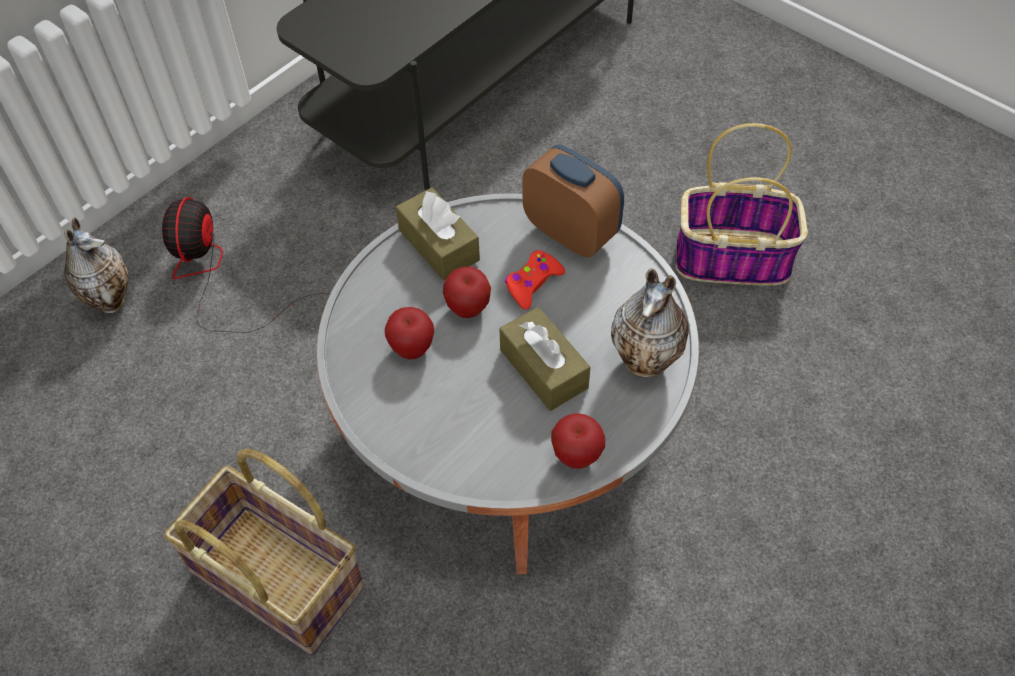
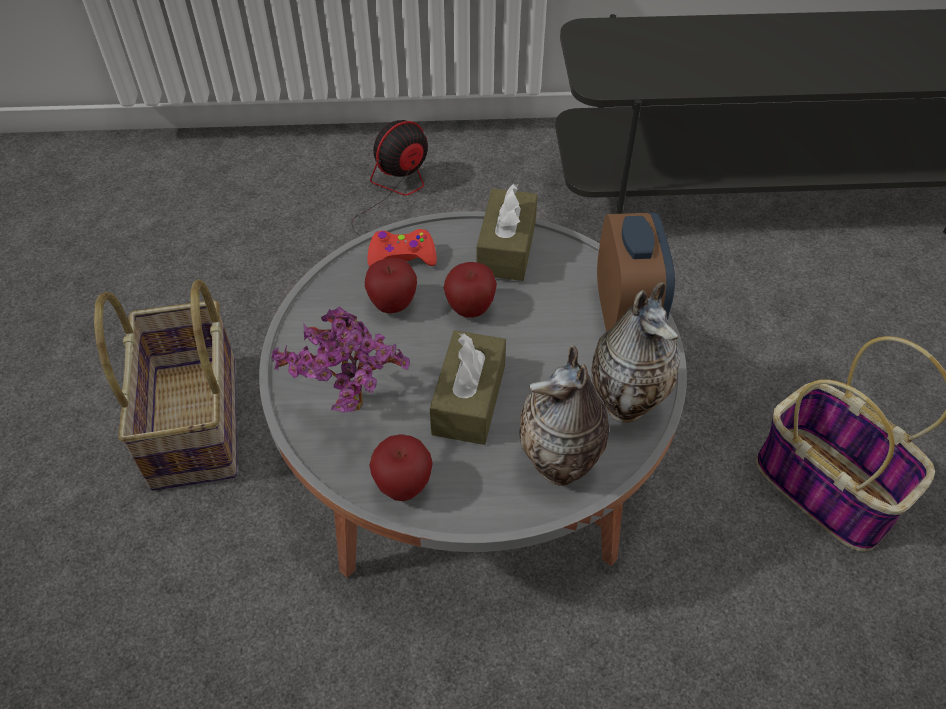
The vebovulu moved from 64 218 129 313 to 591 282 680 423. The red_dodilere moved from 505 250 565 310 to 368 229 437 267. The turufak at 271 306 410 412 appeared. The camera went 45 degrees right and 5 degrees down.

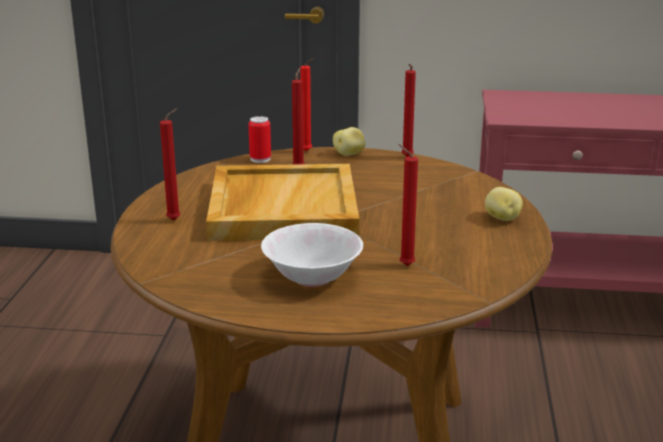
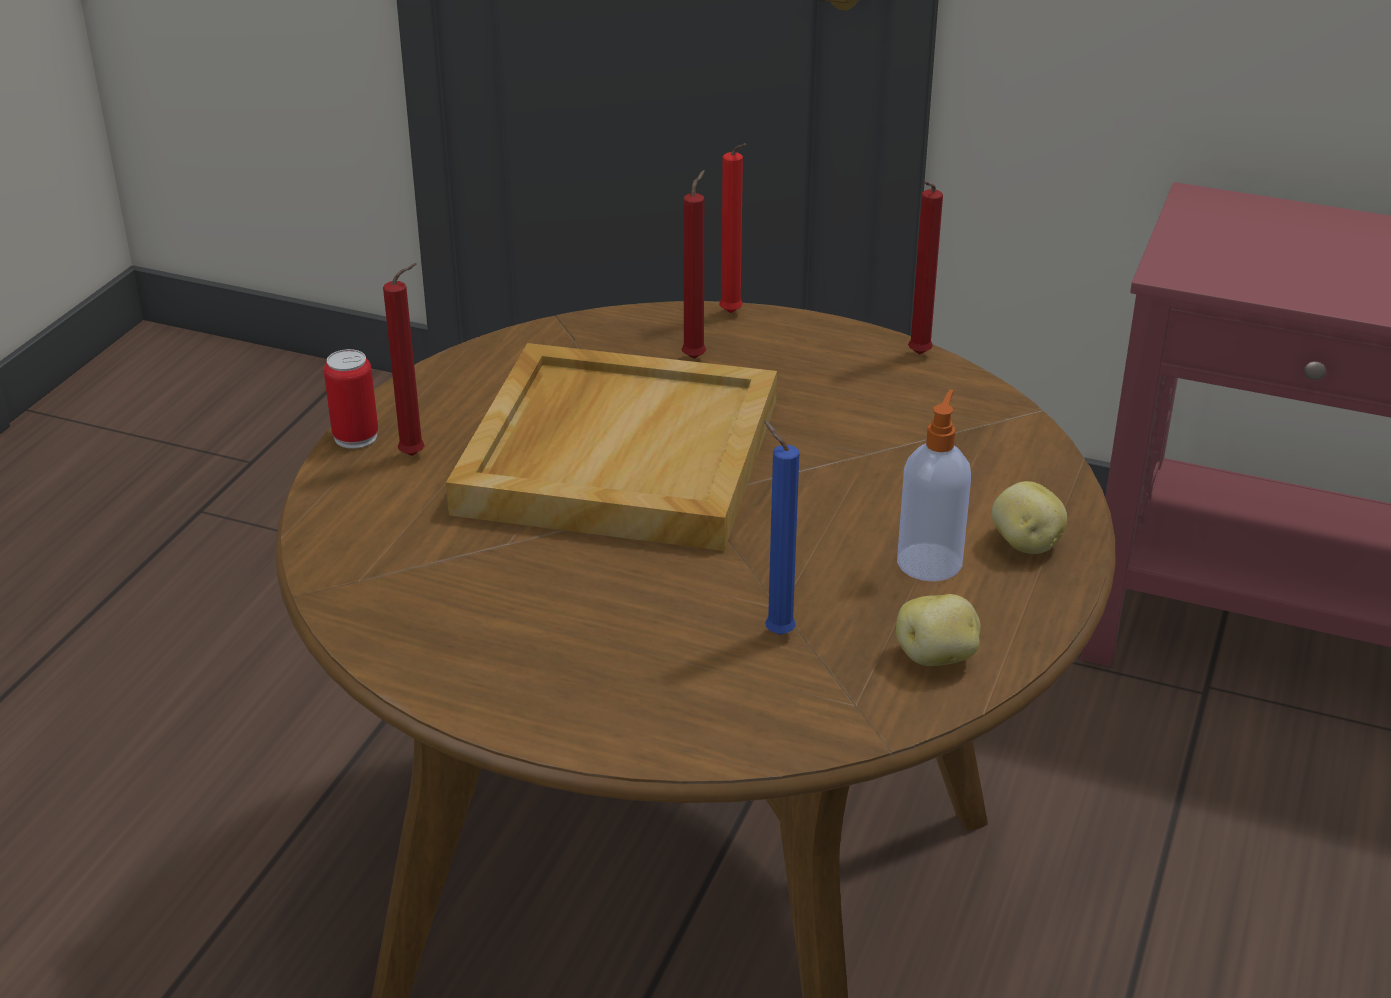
The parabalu moved from 248 116 271 163 to 324 349 378 449. The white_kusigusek at 261 223 363 287 disappeared. The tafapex moved from 333 127 366 156 to 896 594 981 666. The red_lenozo at 398 144 418 266 became the blue_lenozo at 764 420 799 635. The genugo at 897 389 971 582 appeared. The camera went 15 degrees right and 10 degrees up.

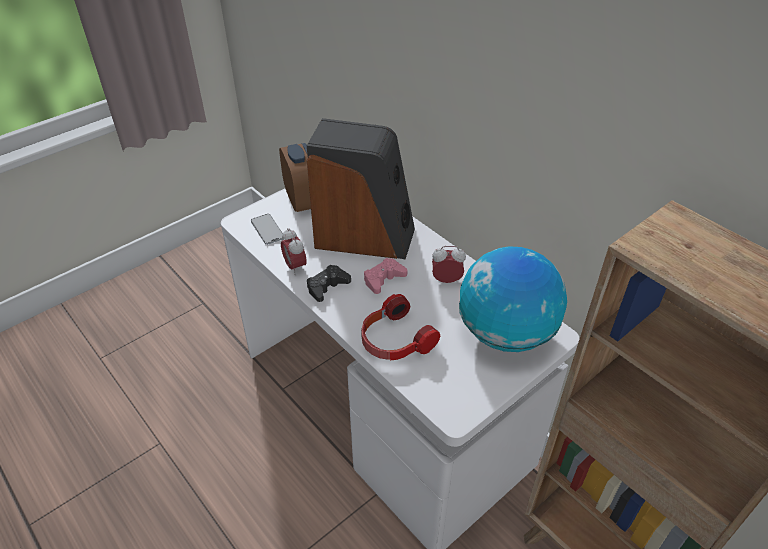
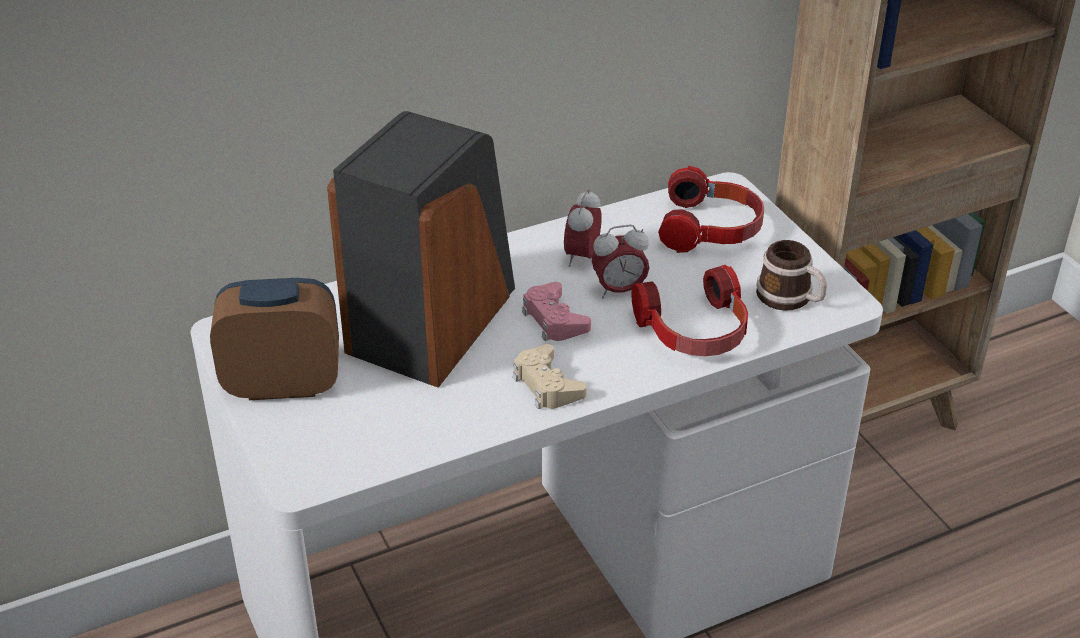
The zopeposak at 251 214 283 245 disappeared. The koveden moved from 281 228 307 275 to 592 225 649 299. The black_dodilere at 307 265 351 302 became the beige_dodilere at 513 344 587 409. The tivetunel at 459 246 567 352 was replaced by the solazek at 658 166 764 253. The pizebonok at 756 240 827 311 appeared. The camera went 75 degrees left and 5 degrees down.

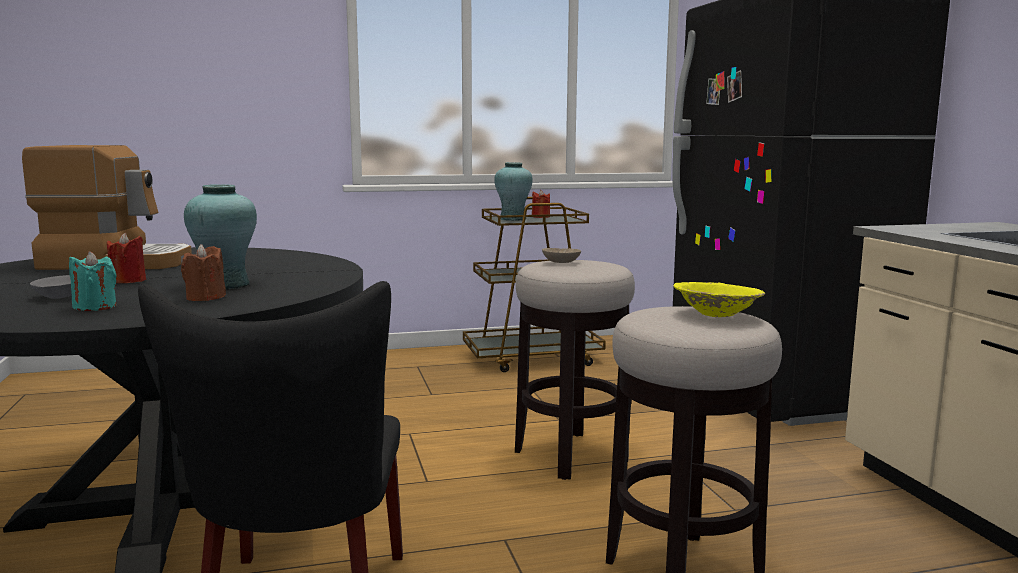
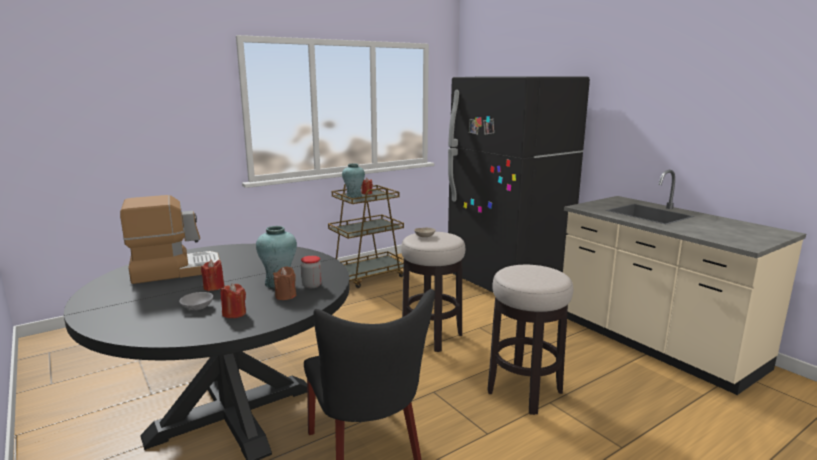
The turquoise_lenozo at 69 251 117 311 became the red_lenozo at 221 283 246 318. The yellow_kusigusek at 674 282 765 317 disappeared. The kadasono at 301 256 322 288 appeared. The camera went 20 degrees left and 5 degrees up.

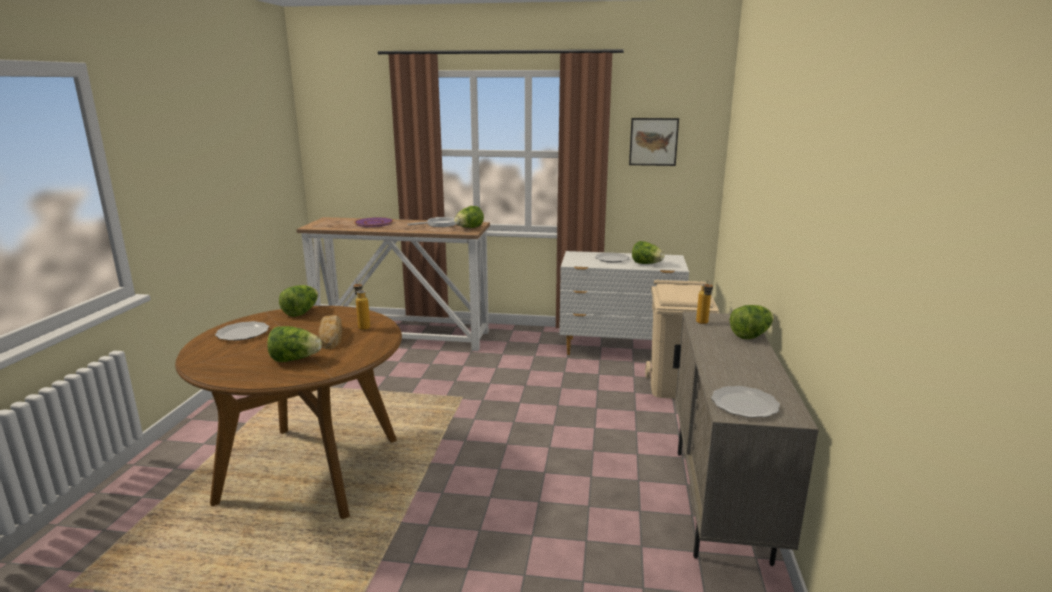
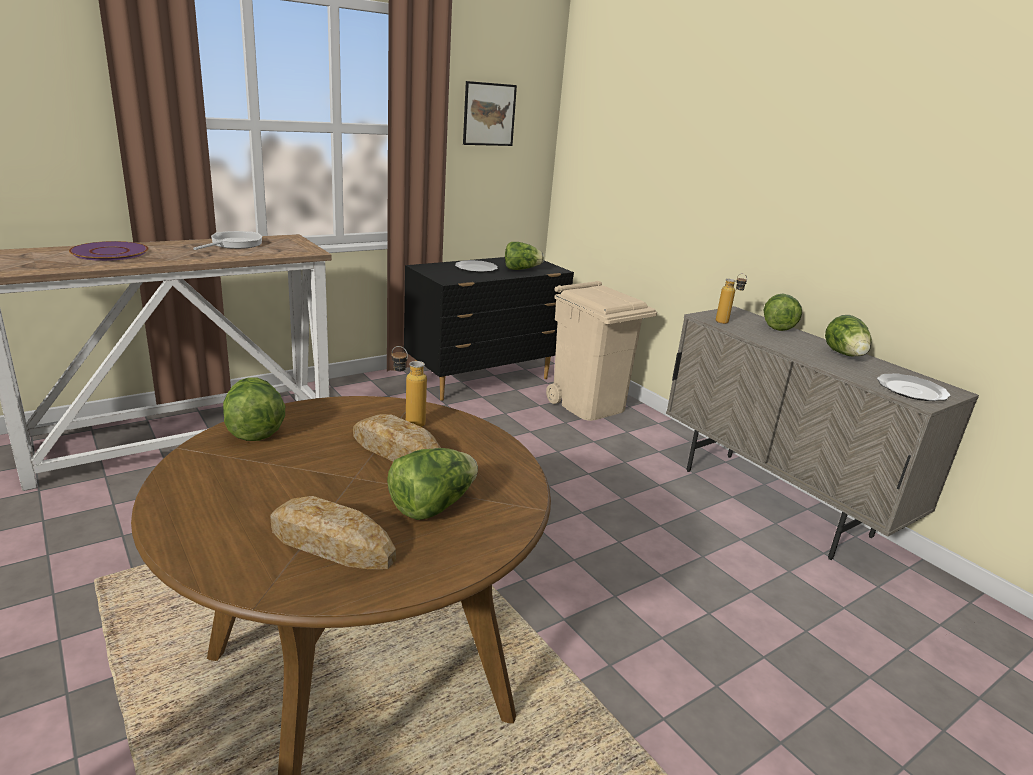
The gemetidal at 215 321 269 341 disappeared. The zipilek moved from 454 206 484 228 to 825 315 872 356. The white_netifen at 559 251 689 355 became the black_netifen at 404 257 574 401. The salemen at 270 496 396 569 appeared. The camera went 45 degrees left and 5 degrees up.

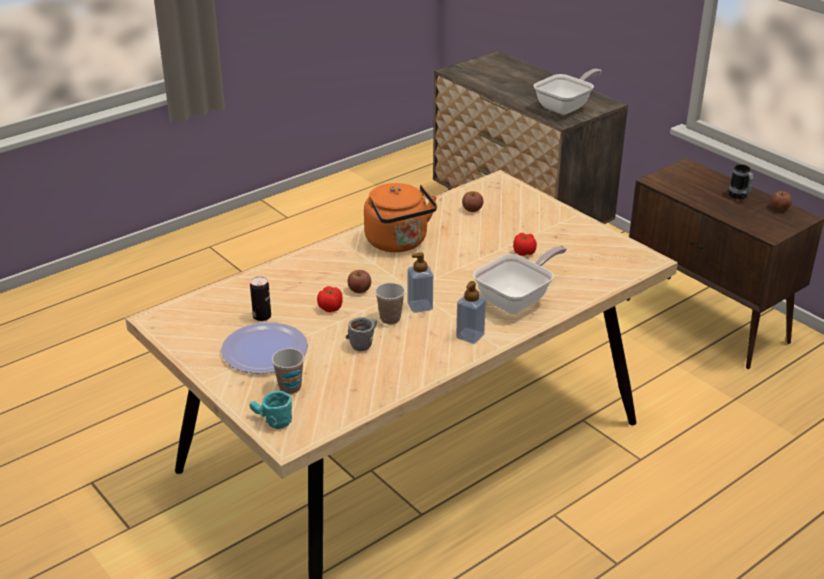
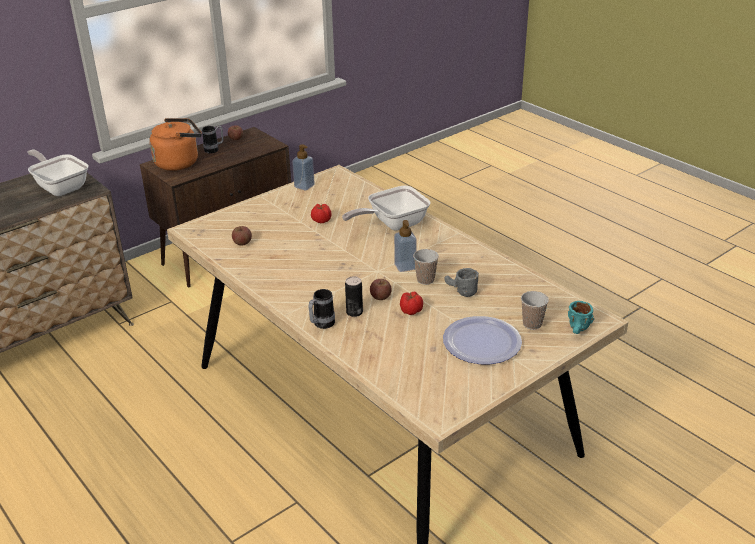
The parabalu moved from 250 276 271 321 to 345 276 363 317. The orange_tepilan moved from 364 183 437 252 to 149 118 202 171. The genugo moved from 456 281 486 344 to 292 144 315 190. The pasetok at 473 246 567 314 turned 75 degrees counterclockwise. The pizebonok at 308 289 335 329 appeared. The camera went 90 degrees left and 0 degrees up.

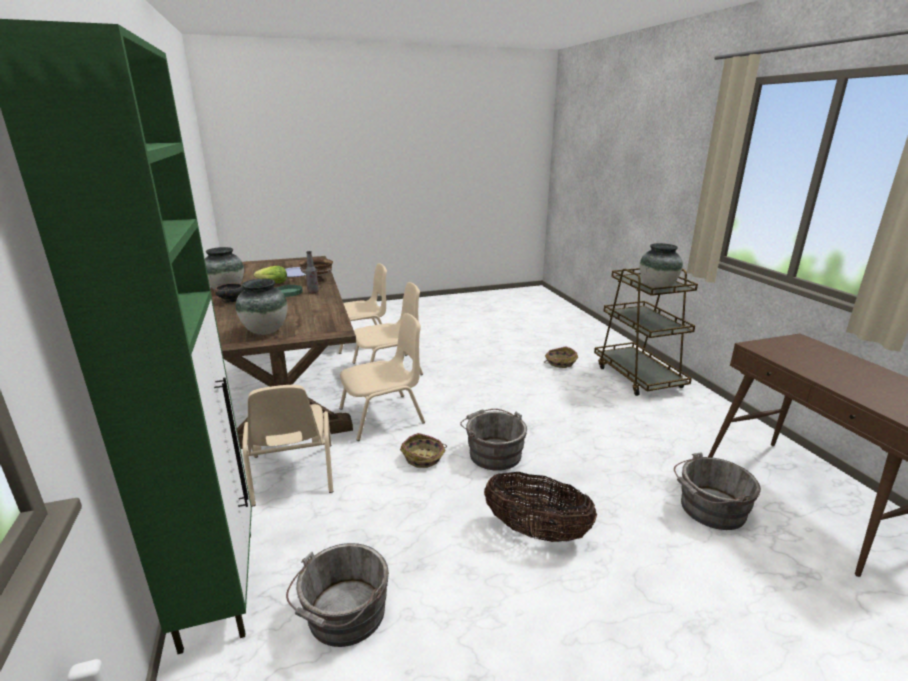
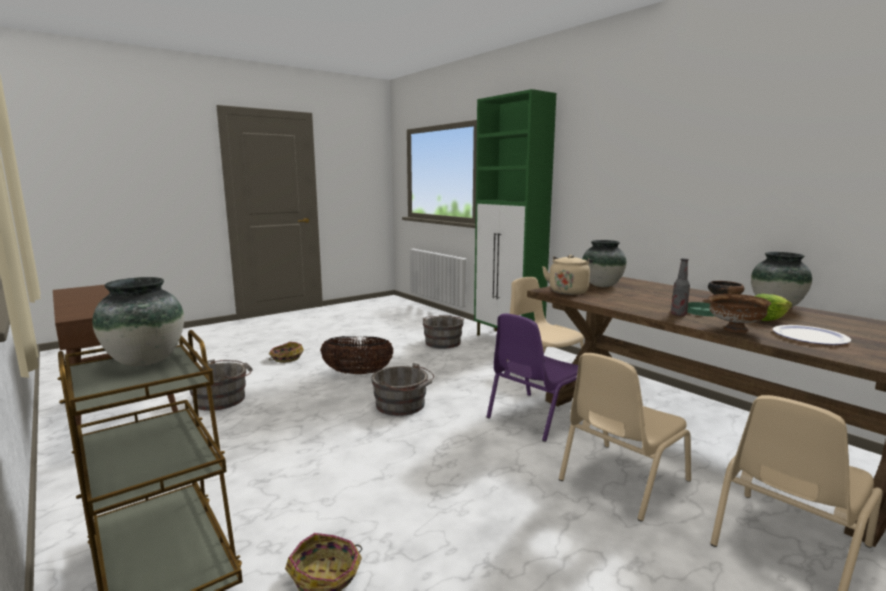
The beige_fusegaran at 339 313 425 441 became the purple_fusegaran at 487 313 578 442. The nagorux moved from 400 433 447 468 to 269 342 304 363. The beige_tepilan at 542 255 593 295 appeared. The camera went 160 degrees right and 10 degrees down.

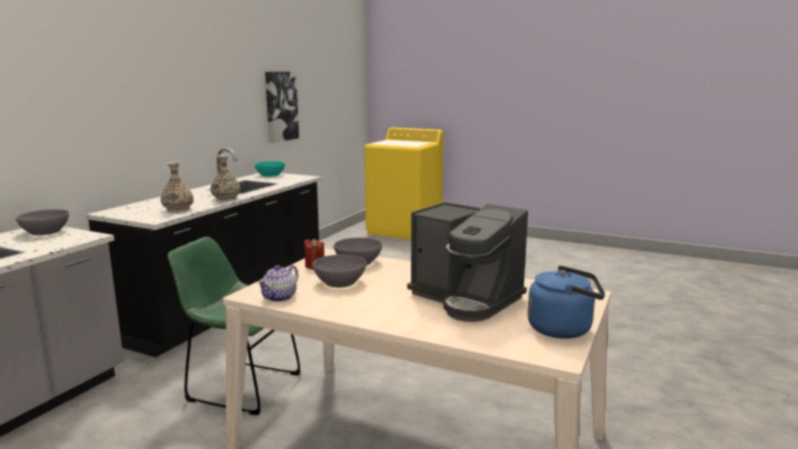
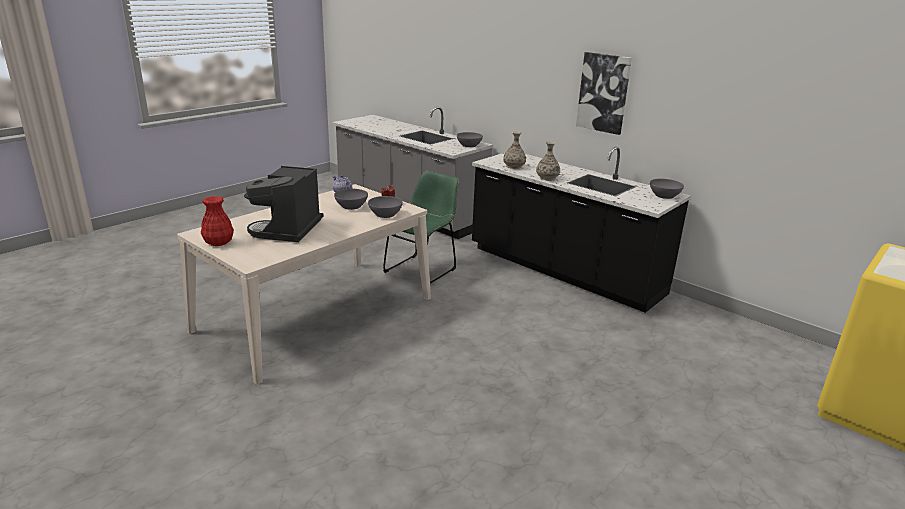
The turquoise_kusigusek at 254 161 285 177 became the grey_kusigusek at 650 179 684 199. The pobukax moved from 265 72 299 143 to 576 52 632 135. The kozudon at 407 202 528 322 turned 45 degrees counterclockwise. The blue_tepilan at 528 266 605 339 was replaced by the red_vebovulu at 201 196 234 246. The camera went 105 degrees right and 10 degrees up.

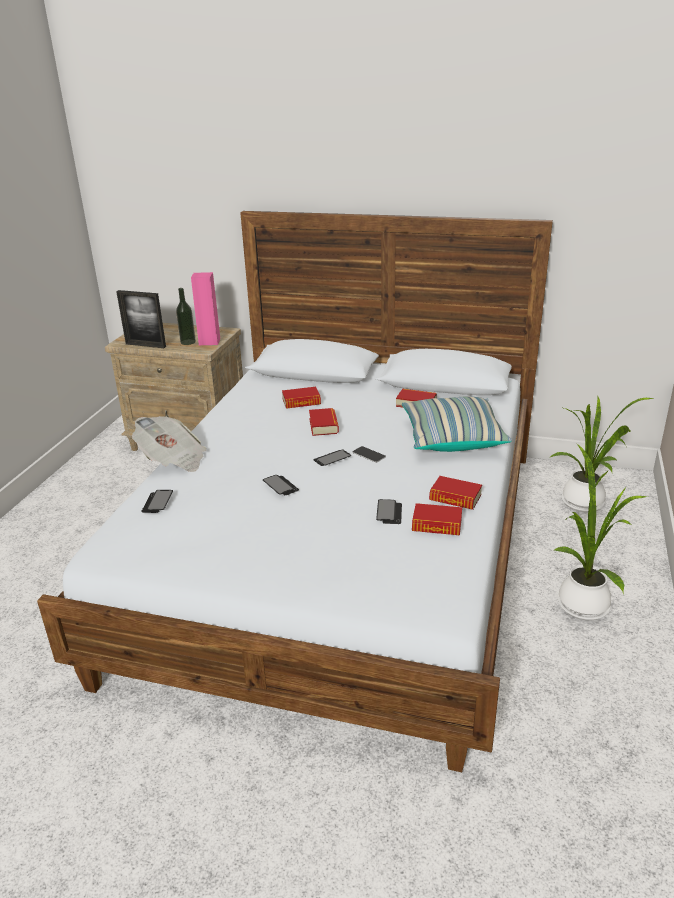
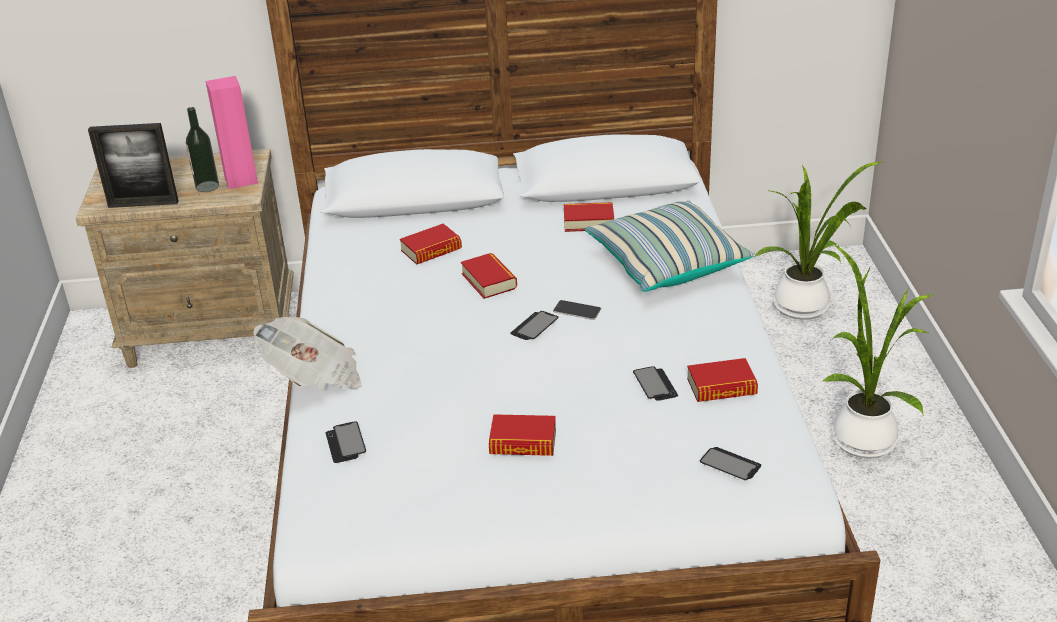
The zopeposak moved from 263 475 299 495 to 700 447 761 480. The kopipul moved from 429 476 482 510 to 489 414 556 456. The camera went 20 degrees left and 5 degrees up.

